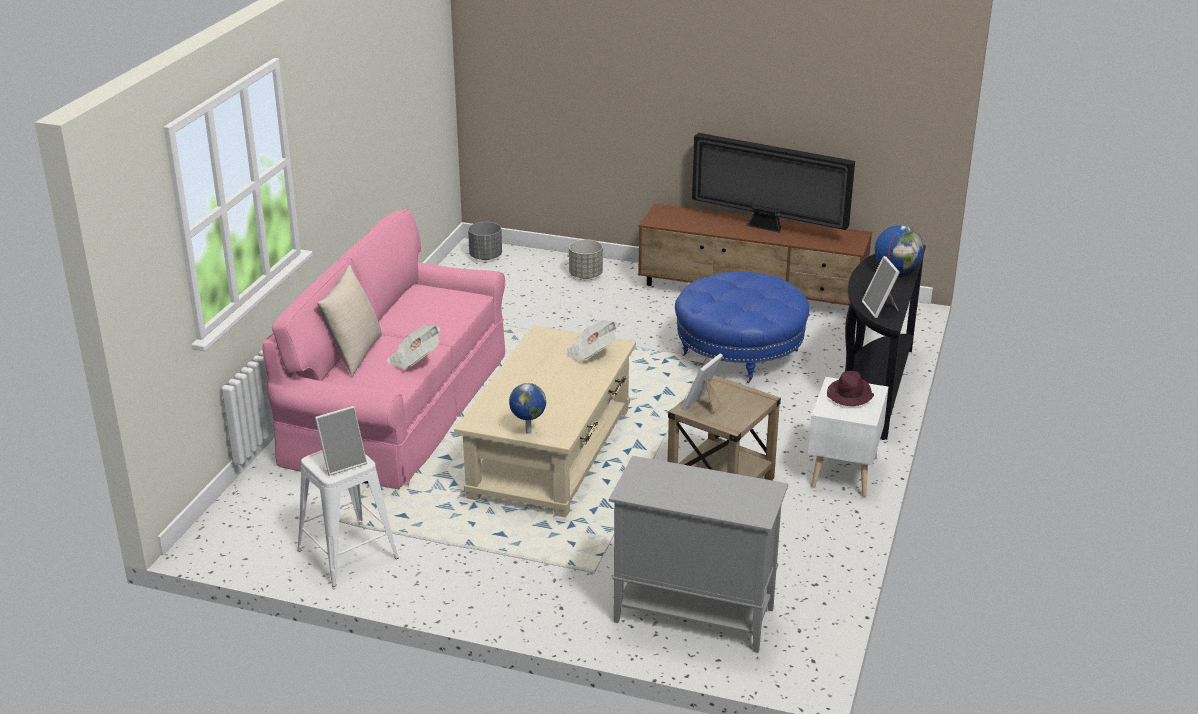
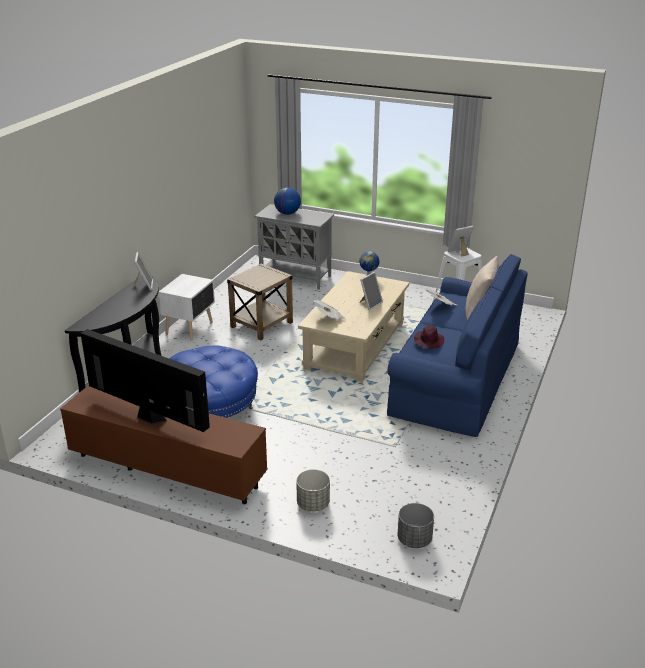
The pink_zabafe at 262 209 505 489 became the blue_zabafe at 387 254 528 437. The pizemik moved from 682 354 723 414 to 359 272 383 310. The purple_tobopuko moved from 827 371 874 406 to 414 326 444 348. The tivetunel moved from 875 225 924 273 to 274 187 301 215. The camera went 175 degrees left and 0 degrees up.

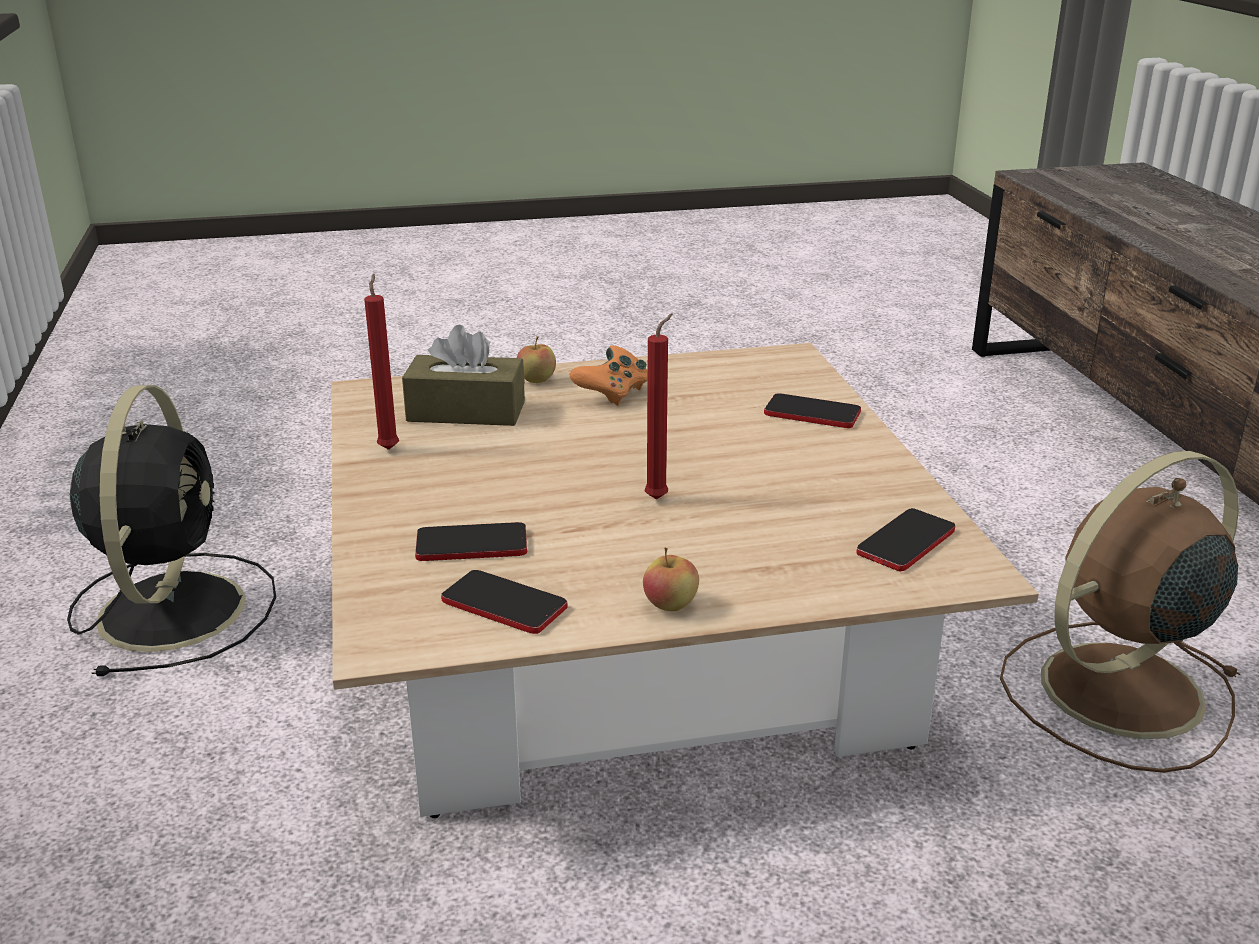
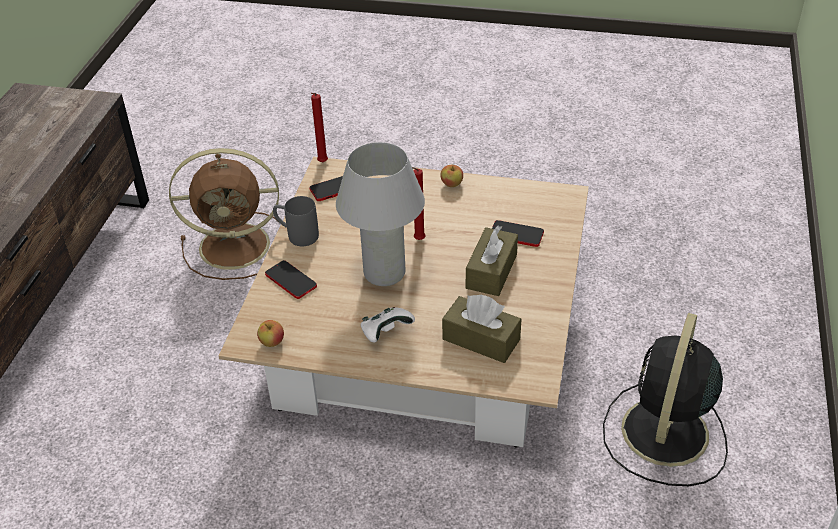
The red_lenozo moved from 364 273 399 450 to 311 93 328 162. The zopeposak at 441 570 568 634 disappeared. The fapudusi moved from 517 336 556 383 to 257 320 284 347. The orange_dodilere at 570 346 648 406 became the white_dodilere at 361 307 415 342. The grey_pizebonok at 273 196 319 246 appeared. The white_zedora at 336 142 425 286 appeared. The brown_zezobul at 466 226 518 296 appeared. The camera went 155 degrees left and 15 degrees up.

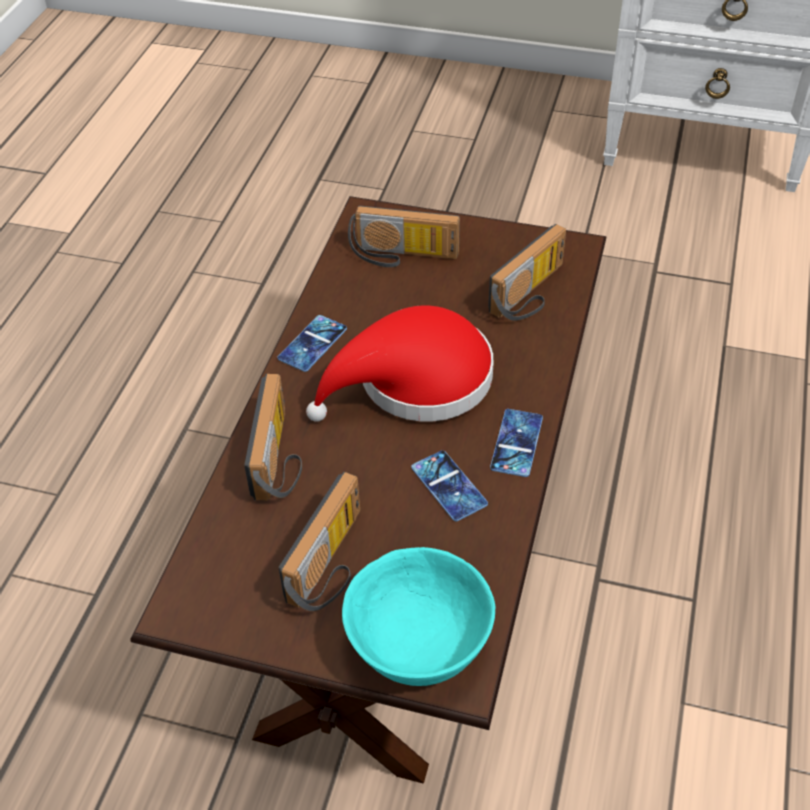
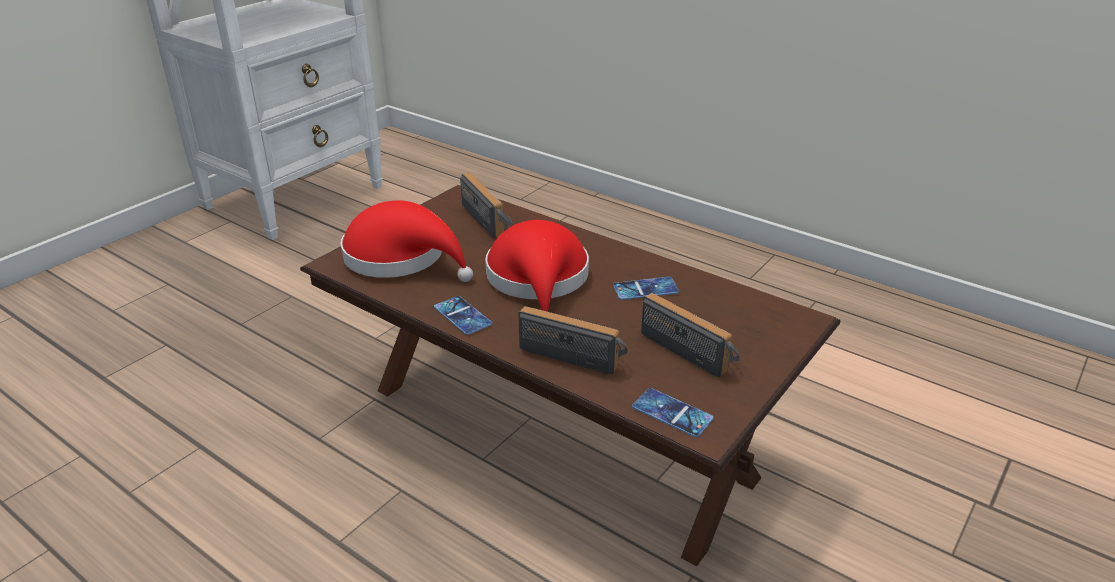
The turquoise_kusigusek at 342 547 495 686 disappeared. The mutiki at 348 206 460 267 was replaced by the red_tobopuko at 340 200 473 282. The zopeposak moved from 490 409 543 477 to 632 388 714 437. The camera went 70 degrees left and 15 degrees down.

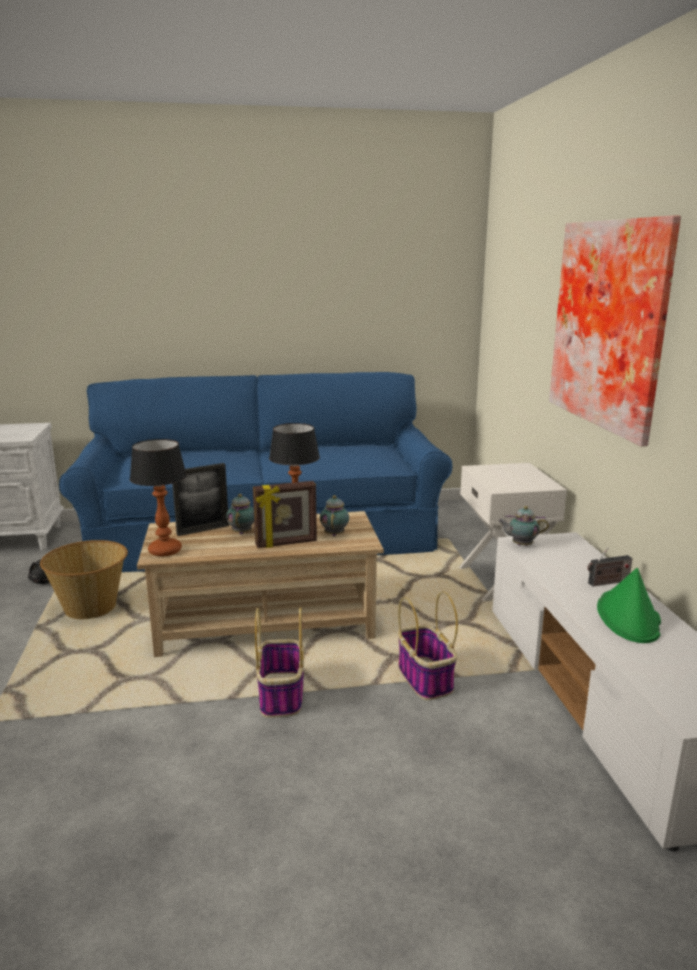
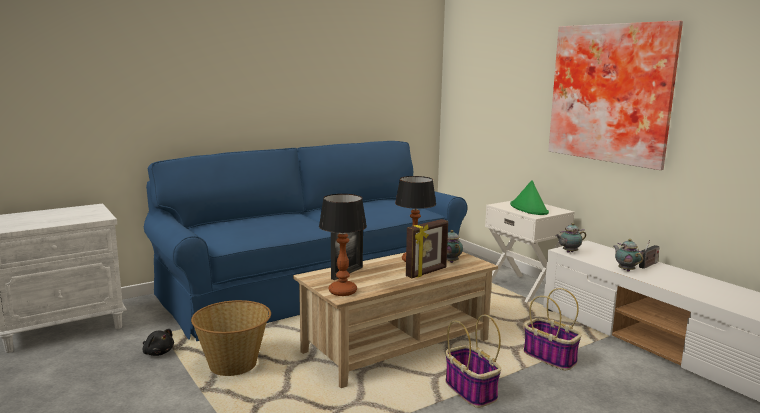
The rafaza moved from 226 494 254 534 to 614 239 643 272. The green_tobopuko moved from 597 568 661 643 to 510 180 549 215. The camera went 25 degrees left and 5 degrees down.

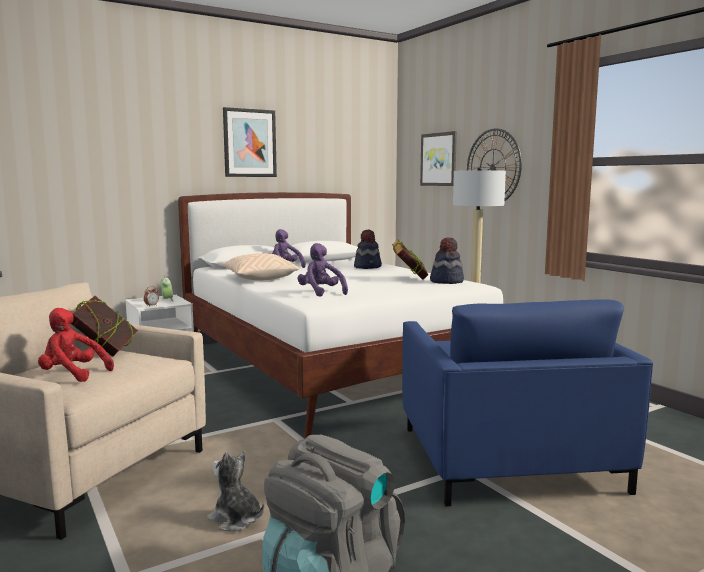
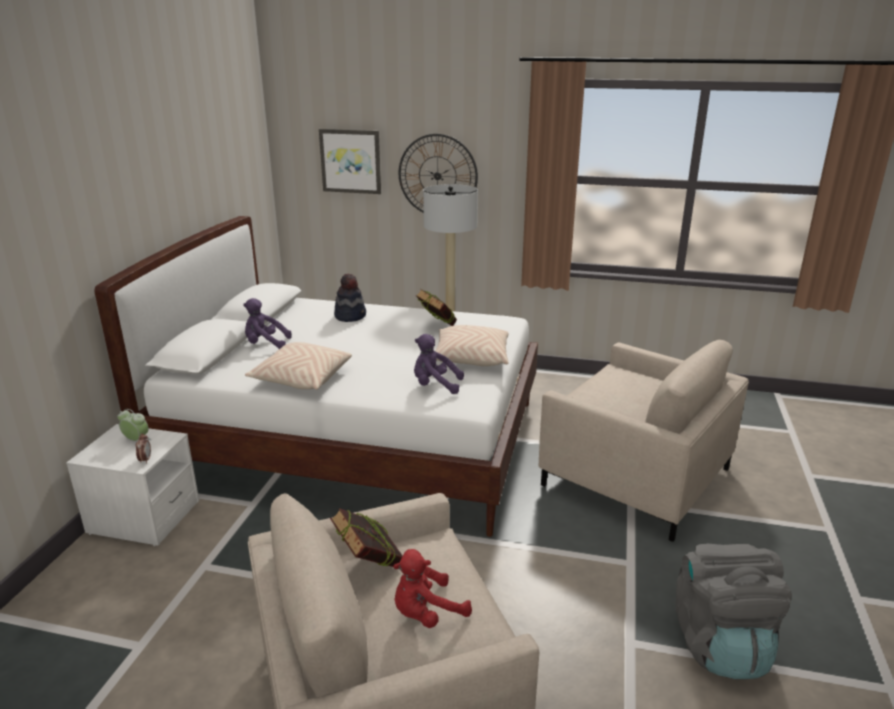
The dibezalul at 207 451 264 532 disappeared. The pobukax at 223 107 277 177 disappeared. The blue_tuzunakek at 402 299 653 507 became the beige_tuzunakek at 539 340 749 542. The tobopuko at 430 237 464 284 disappeared. The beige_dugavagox at 435 325 509 366 appeared. The camera went 45 degrees left and 15 degrees up.

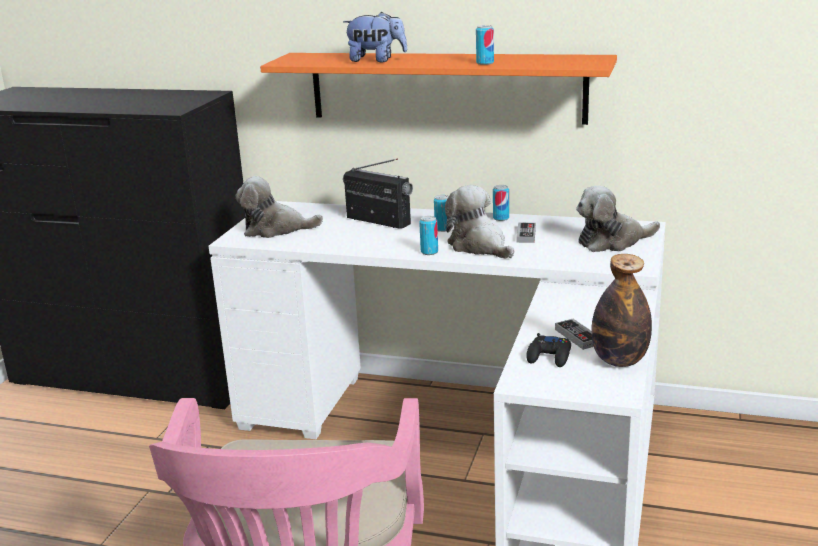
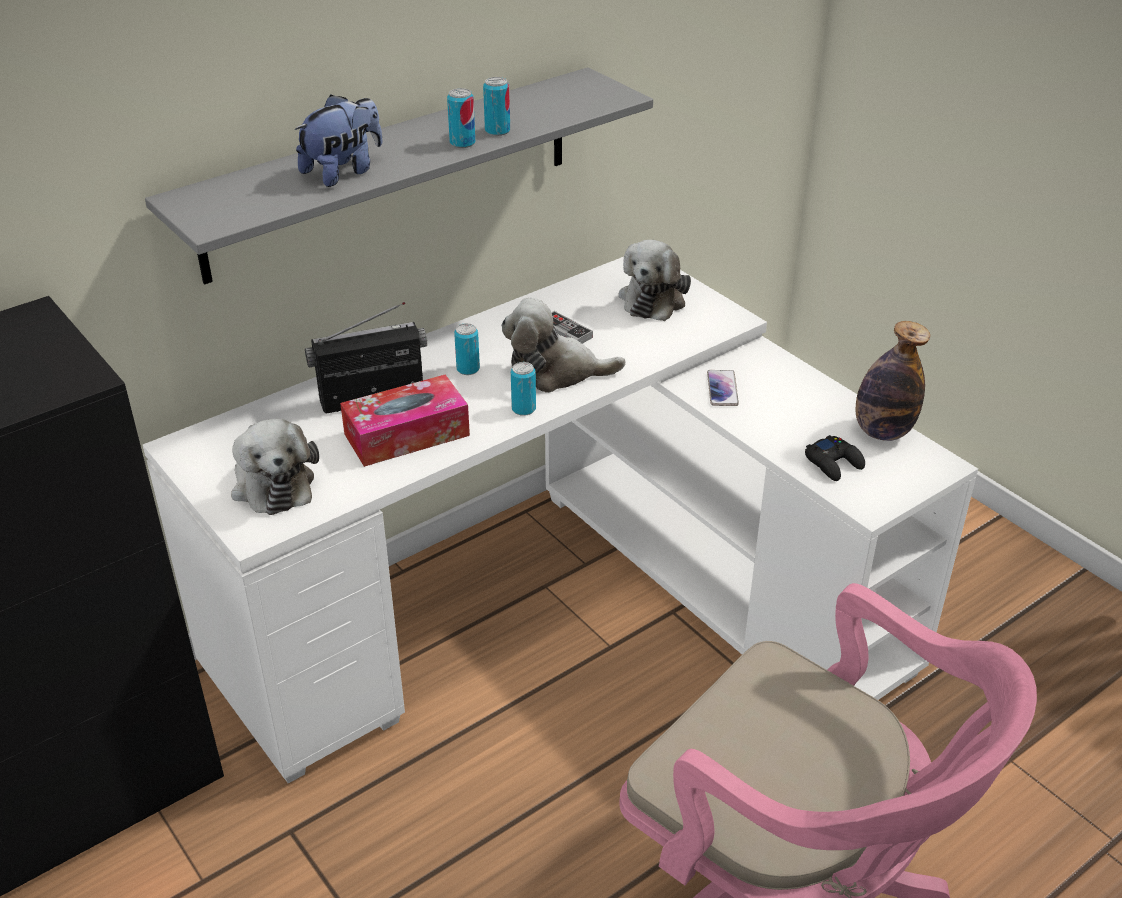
The dibezalul at 236 176 323 238 turned 60 degrees counterclockwise. The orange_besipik at 260 53 617 125 became the grey_besipik at 145 67 653 284. The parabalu moved from 493 185 509 221 to 447 88 475 148. The dodilere at 555 319 594 350 disappeared. The zezobul at 340 375 470 467 appeared. The zopeposak at 707 370 739 406 appeared. The camera went 55 degrees left and 15 degrees up.

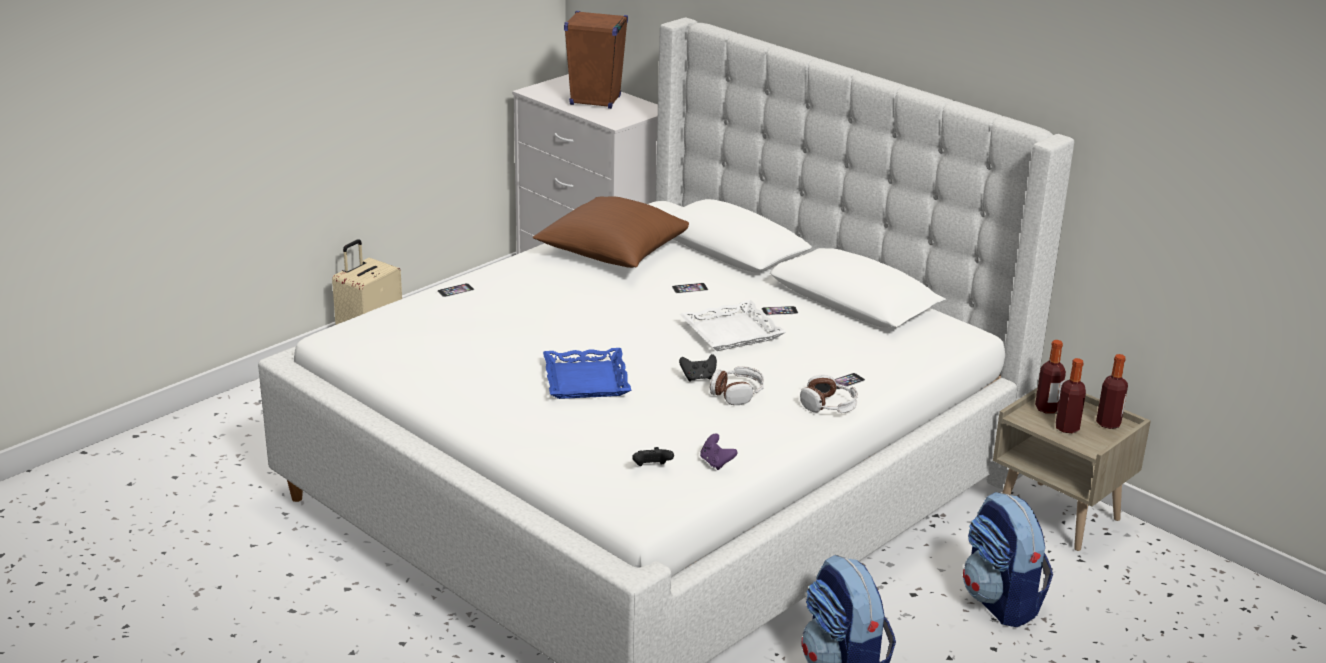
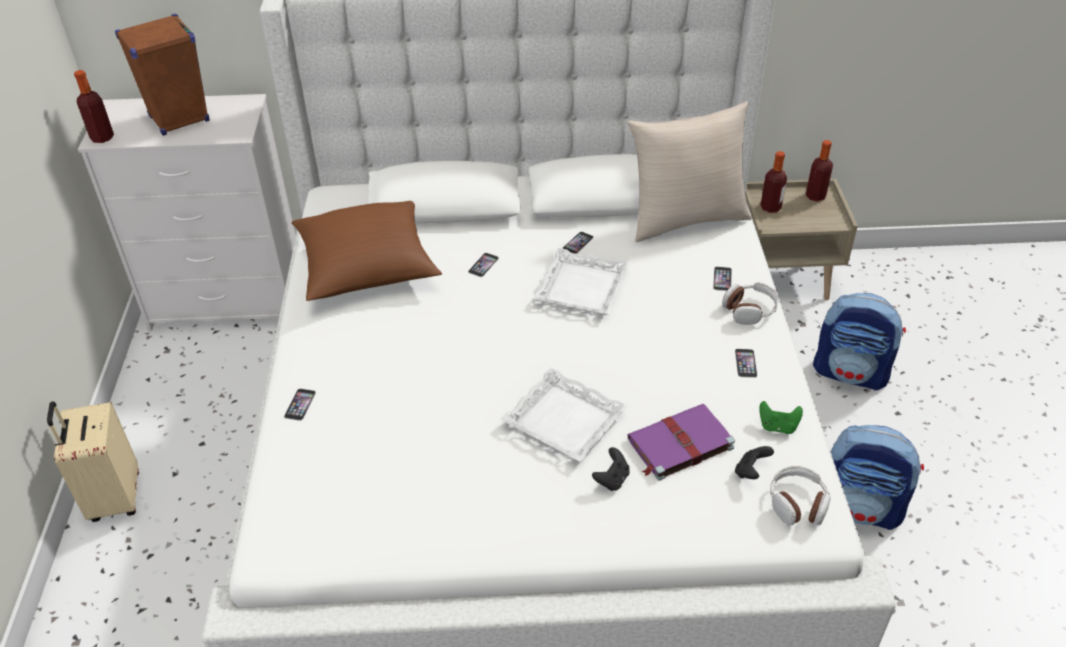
The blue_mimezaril at 543 348 632 399 became the white_mimezaril at 500 367 628 462. The black_dodilere moved from 679 354 717 382 to 592 447 630 491. The purple_dodilere at 700 433 738 470 became the green_dodilere at 759 401 803 434. The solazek moved from 710 366 764 405 to 770 466 831 526. The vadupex moved from 1056 358 1086 433 to 74 70 114 143. The beige_dugavagox at 628 101 752 242 appeared. The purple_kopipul at 628 404 735 481 appeared. The zopeposak at 735 349 757 378 appeared. The camera went 45 degrees left and 15 degrees up.

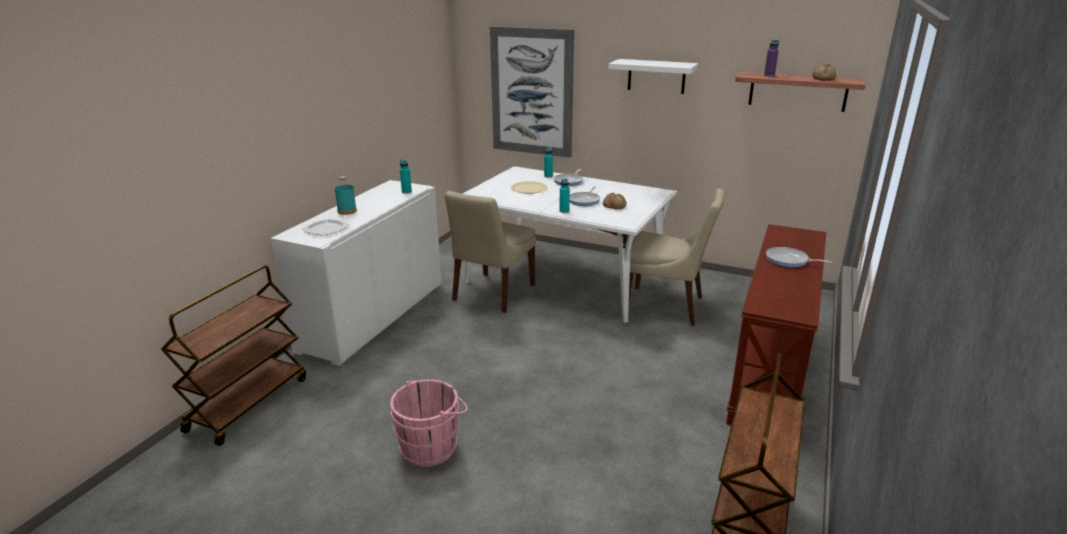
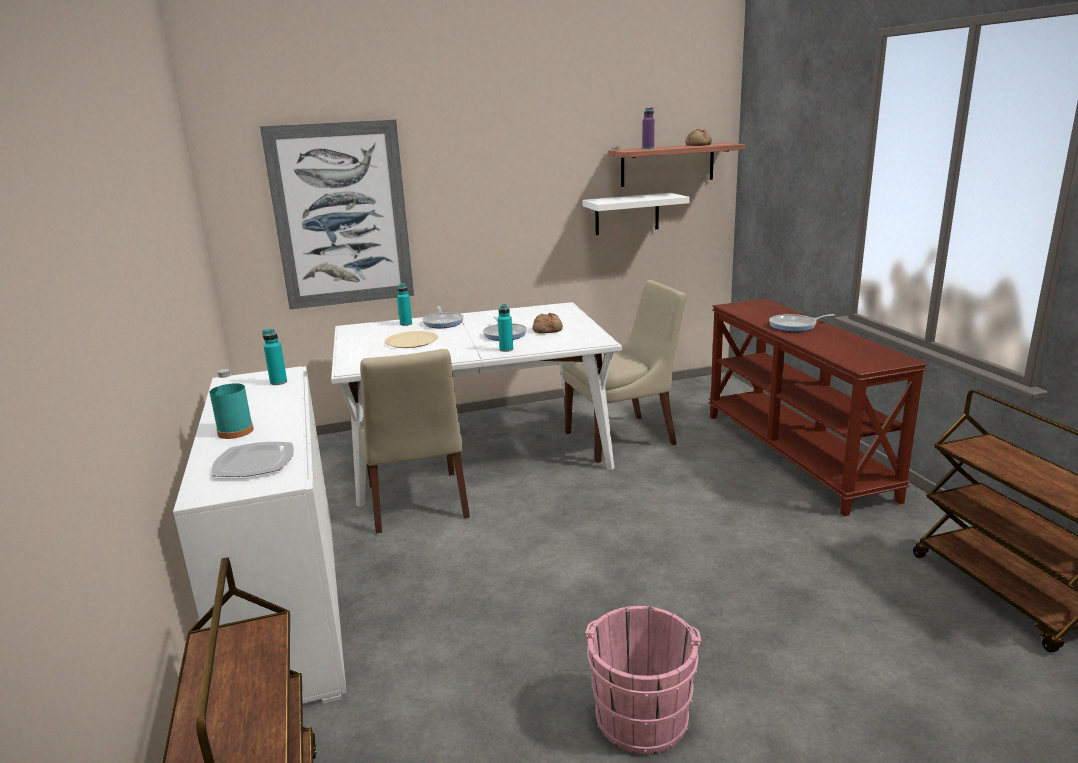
The white_besipik moved from 608 59 698 94 to 583 193 690 235. The camera went 40 degrees left and 5 degrees down.

